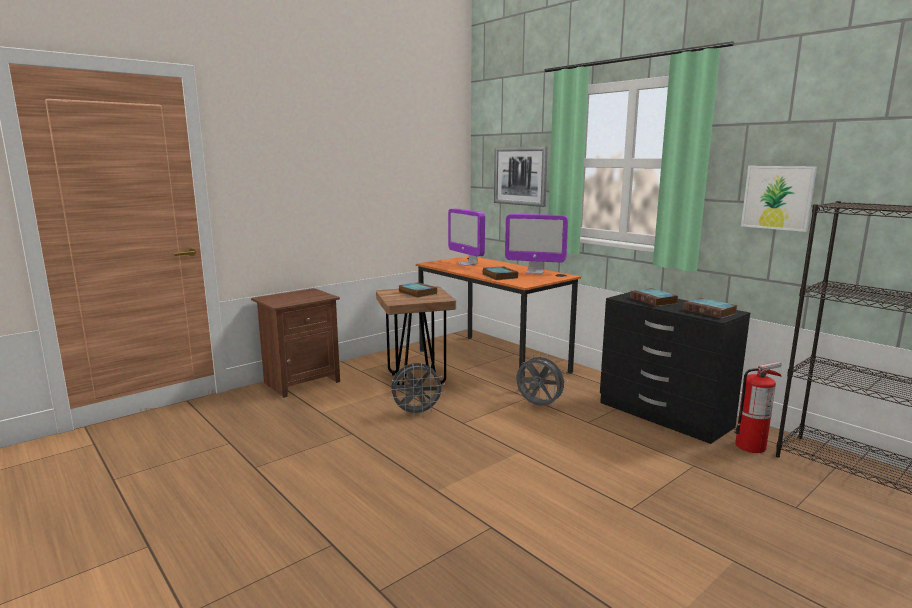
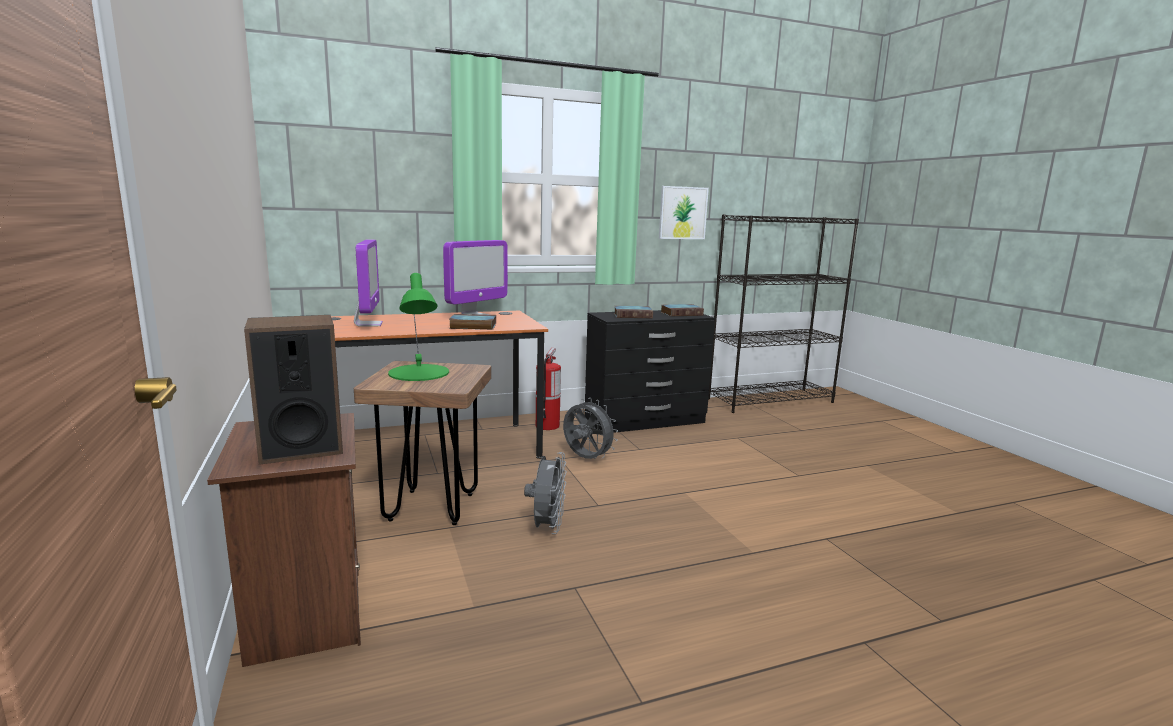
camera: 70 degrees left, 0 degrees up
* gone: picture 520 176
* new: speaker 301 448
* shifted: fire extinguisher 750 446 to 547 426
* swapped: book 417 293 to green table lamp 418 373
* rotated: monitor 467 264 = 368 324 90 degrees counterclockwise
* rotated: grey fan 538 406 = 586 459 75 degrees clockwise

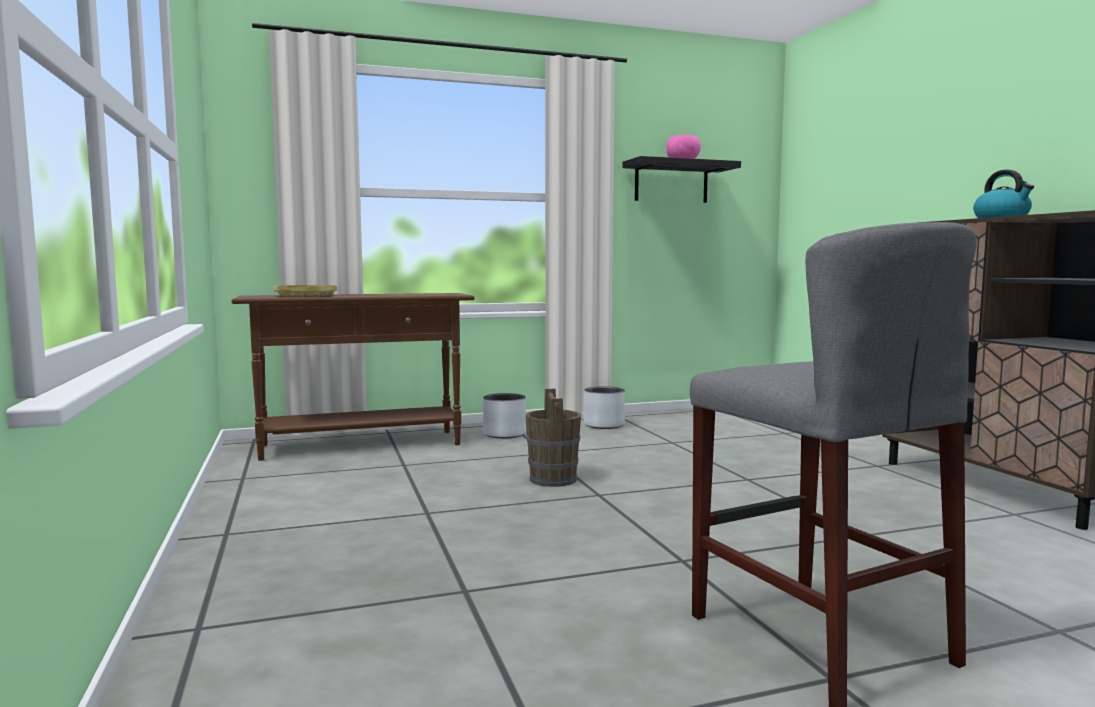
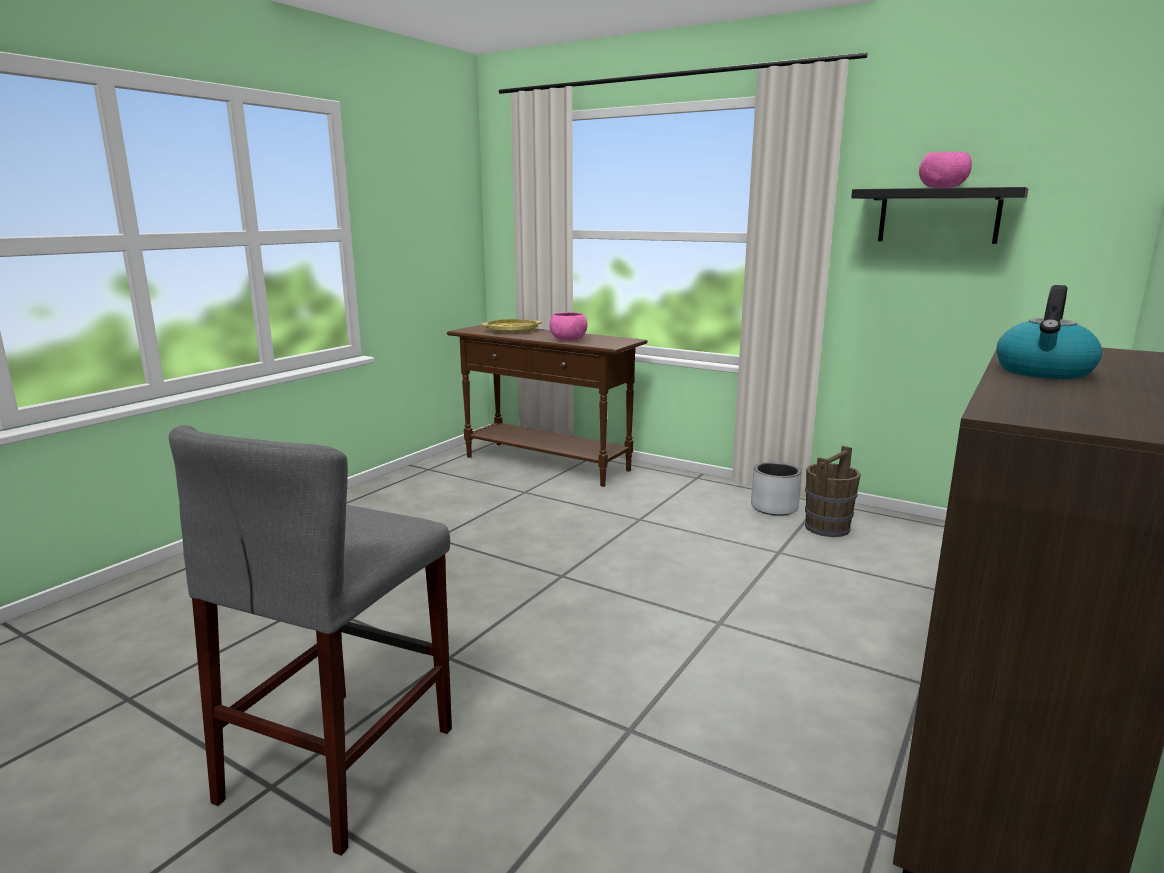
camera: 50 degrees right, 10 degrees up
* gone: grey planter 504 434
* new: pink bowl 568 340
* shifted: brown bucket 553 479 to 827 528

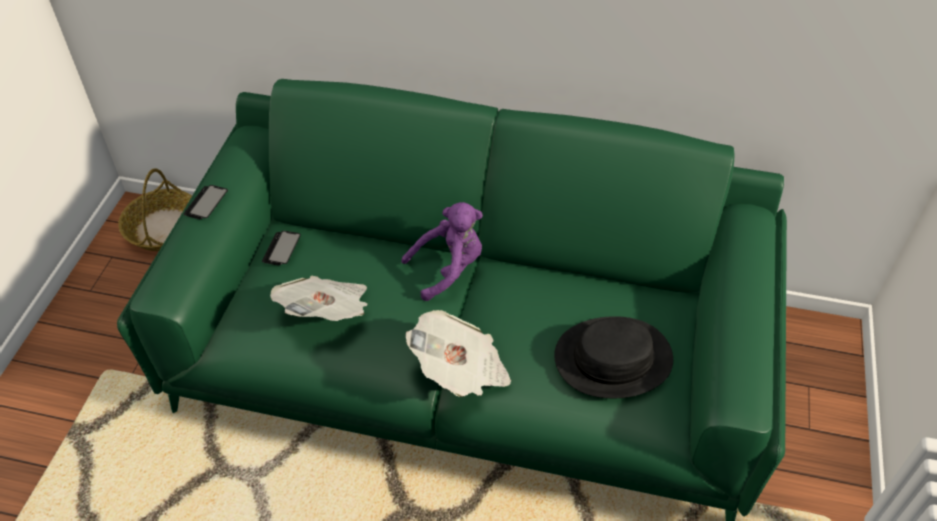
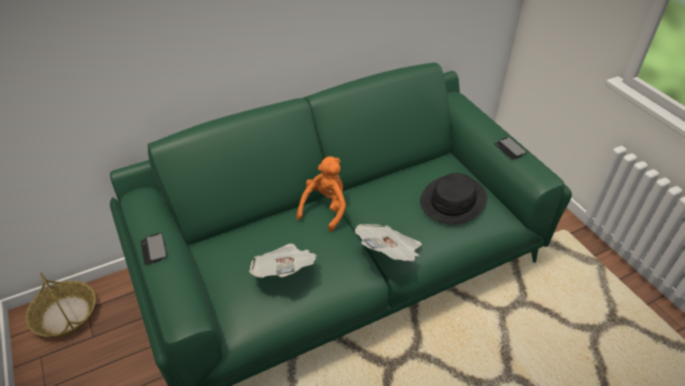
camera: 40 degrees left, 5 degrees down
* shifted: phone 281 249 to 510 149
* repainted: purple plush toy 448 269 to orange plush toy 325 208

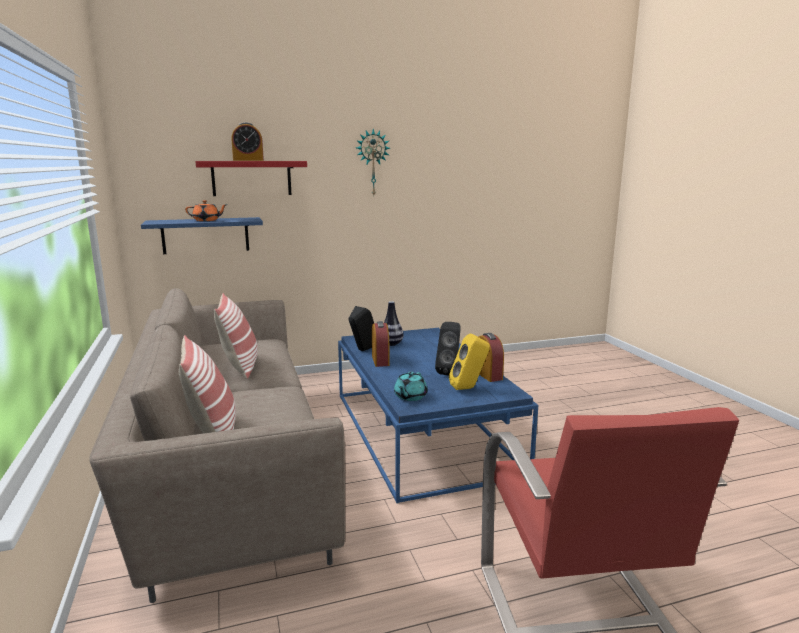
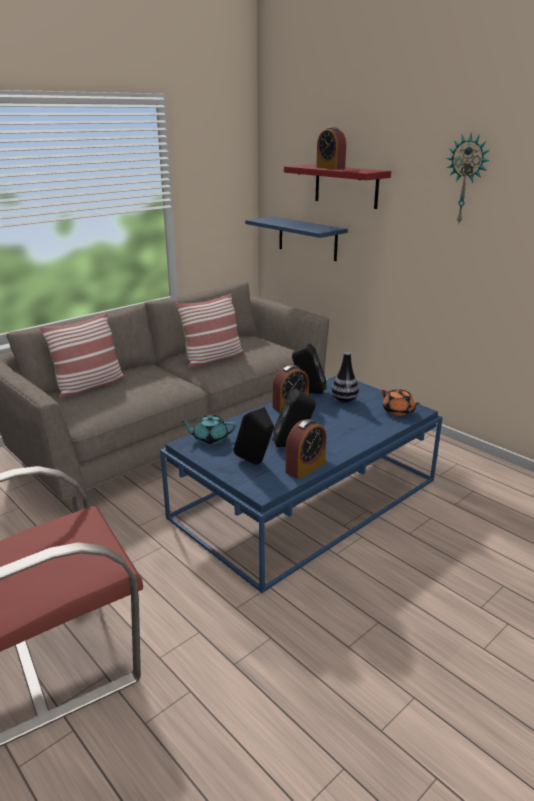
camera: 65 degrees right, 10 degrees up
* shifted: orange teapot 207 220 to 398 411
* repainted: yellow speaker 469 388 to black speaker 256 464

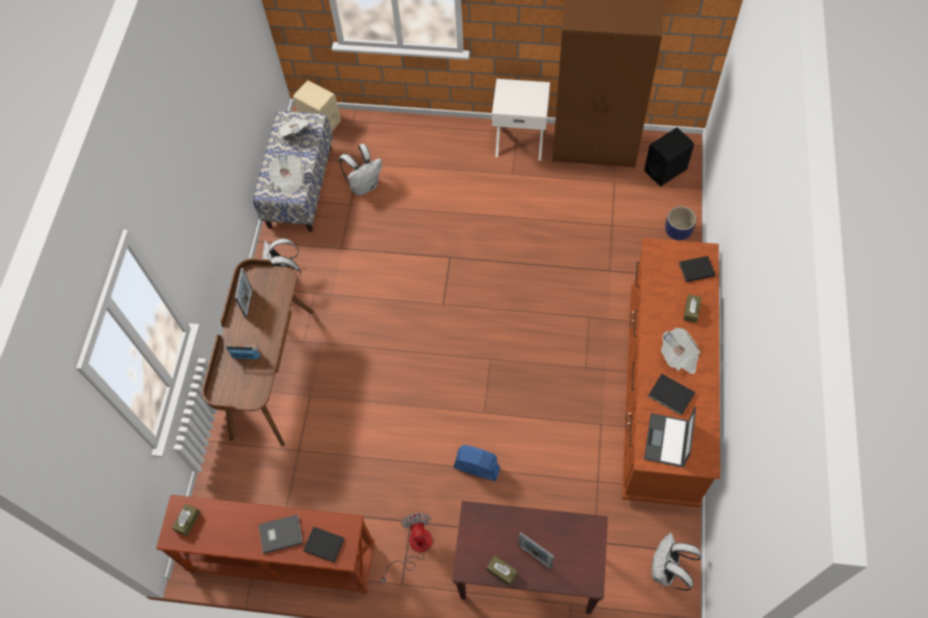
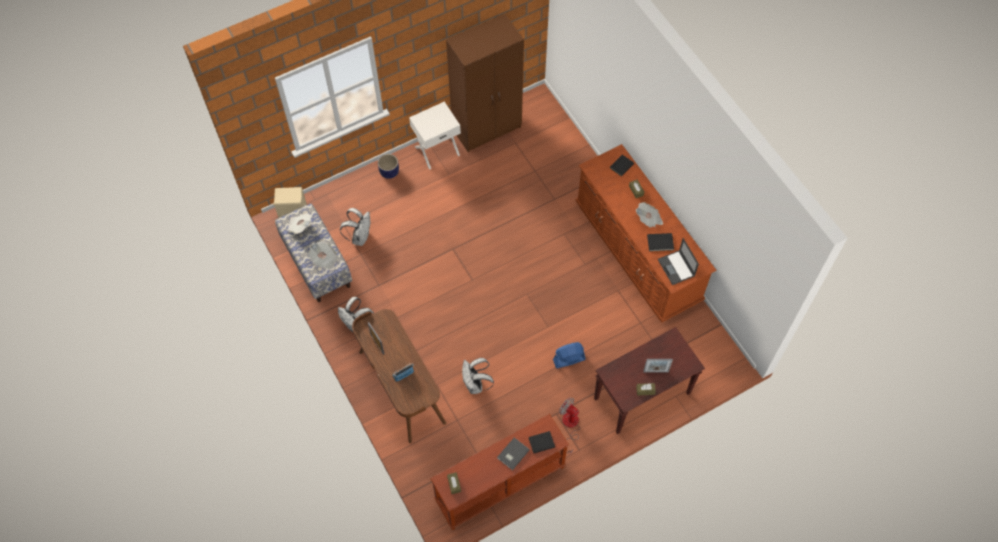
camera: 40 degrees left, 0 degrees up
* gone: black speaker 665 170
* shifted: white backpack 666 570 to 475 385
* shifted: planter 678 231 to 389 172

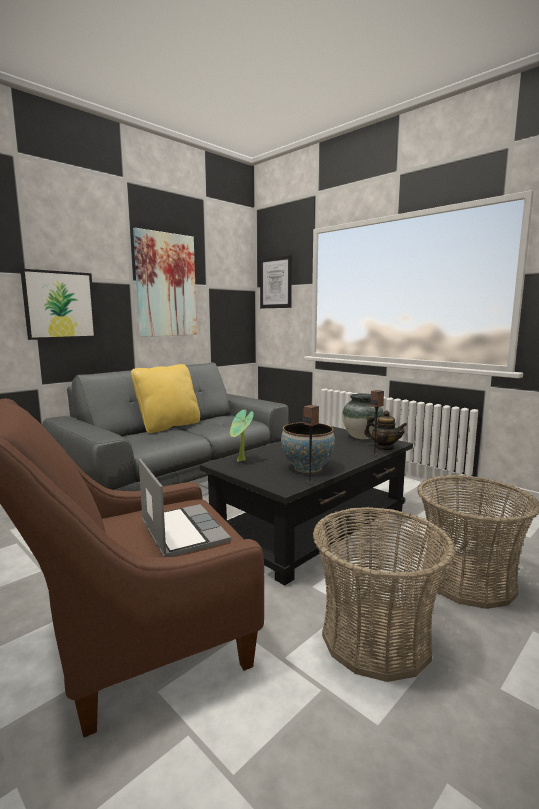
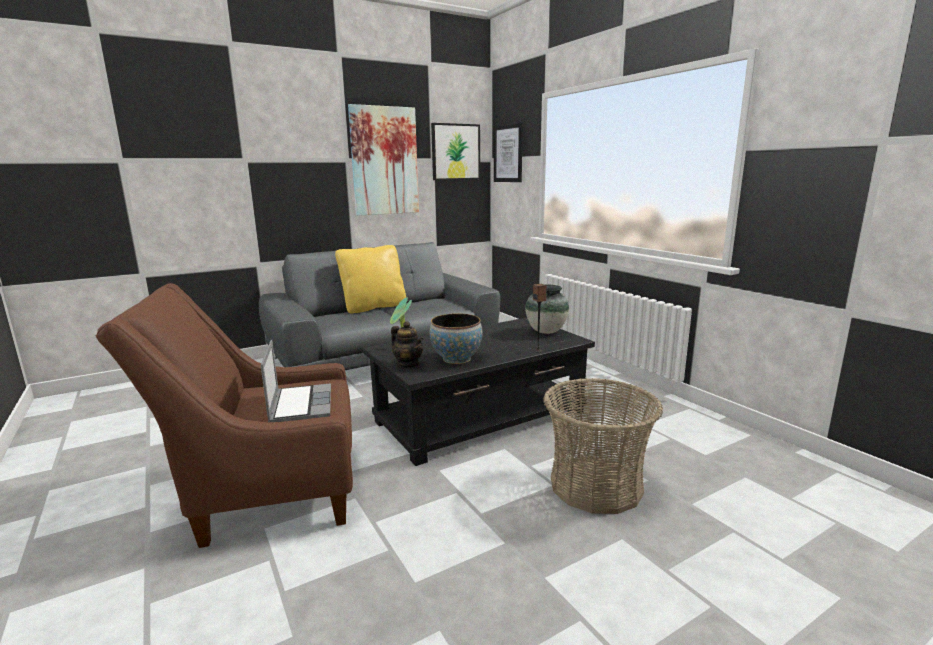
camera: 15 degrees right, 5 degrees up
* gone: speaker 310 482
* gone: basket 375 638
* shifted: picture 59 305 to 455 152
* shifted: teapot 384 448 to 408 364

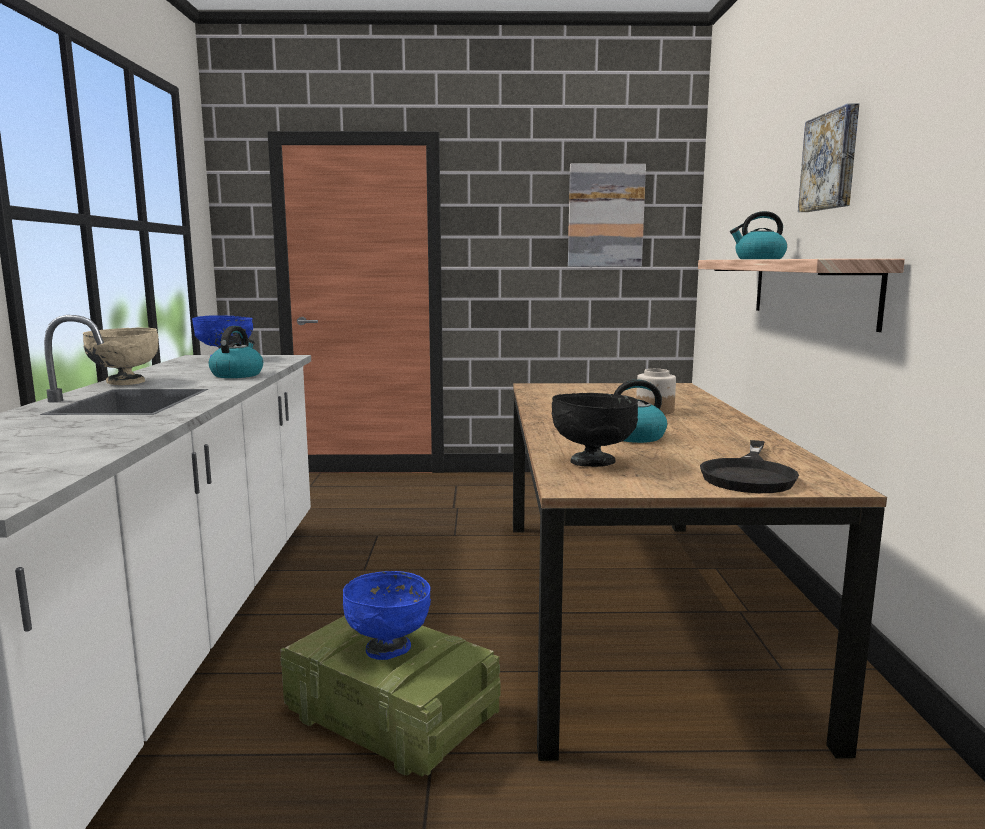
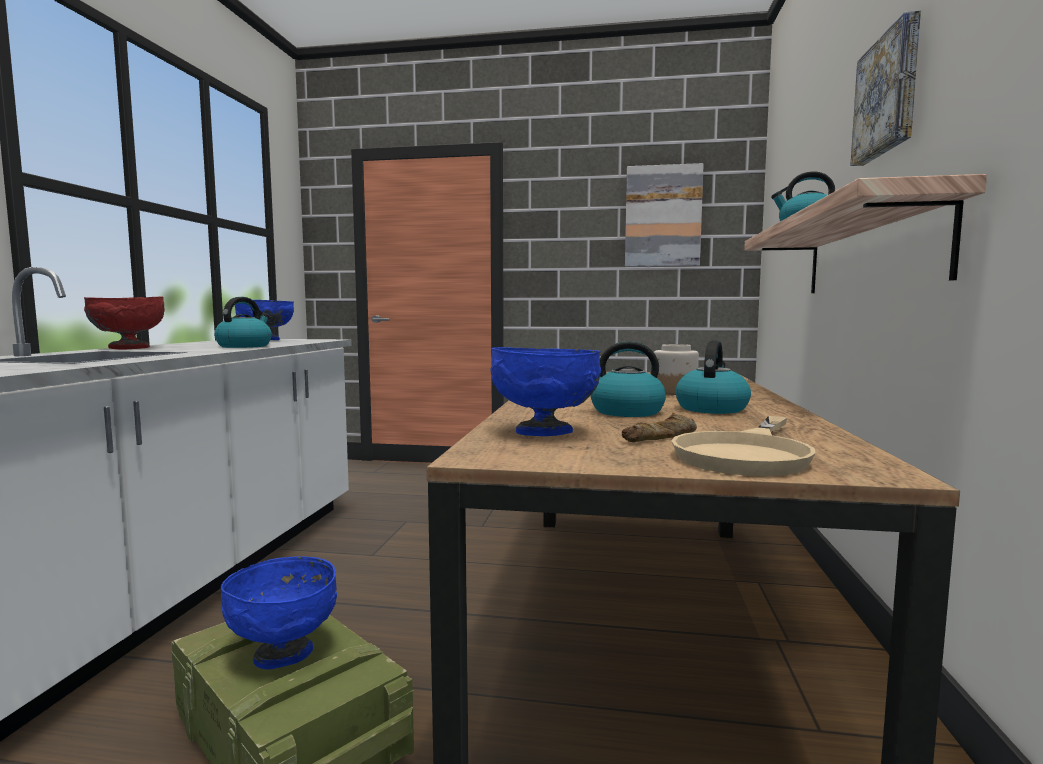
camera: 10 degrees right, 5 degrees down
* new: bread 662 437
* new: kettle 711 408
* repainted: beige bowl 125 382 to red bowl 128 348
* repainted: black bowl 593 462 to blue bowl 545 433
* repainted: black frying pan 749 475 to beige frying pan 747 453

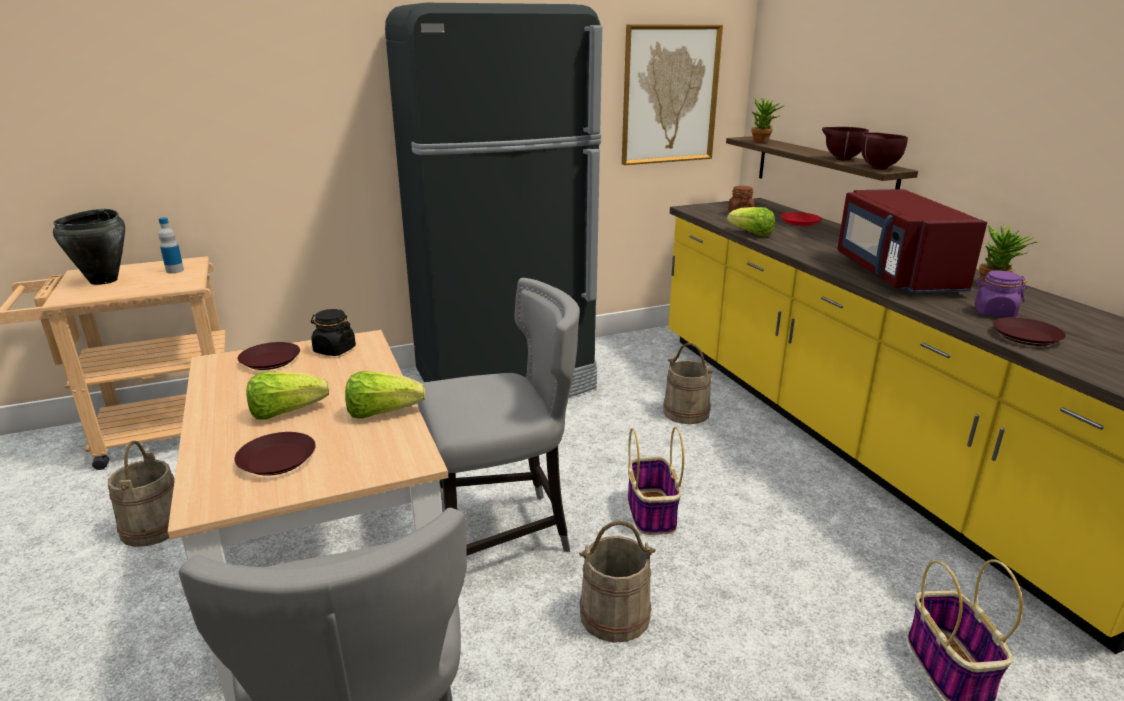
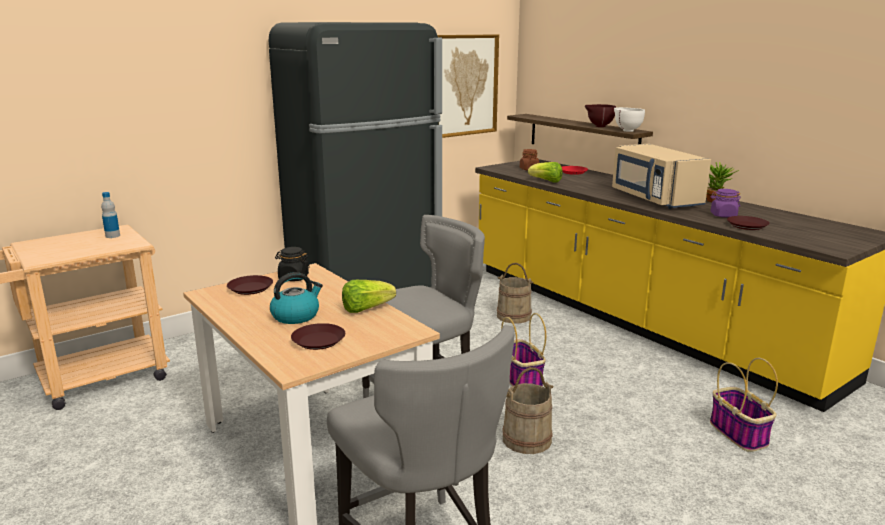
camera: 15 degrees left, 5 degrees down
* gone: black cooking pot 104 280
* gone: beige bucket 154 527
* gone: potted plant 763 142
* swapped: lettuce 286 412 to kettle 296 316
* repainted: red microwave 895 274 to beige microwave 654 199
* repainted: brown bowl 877 168 to white bowl 627 130

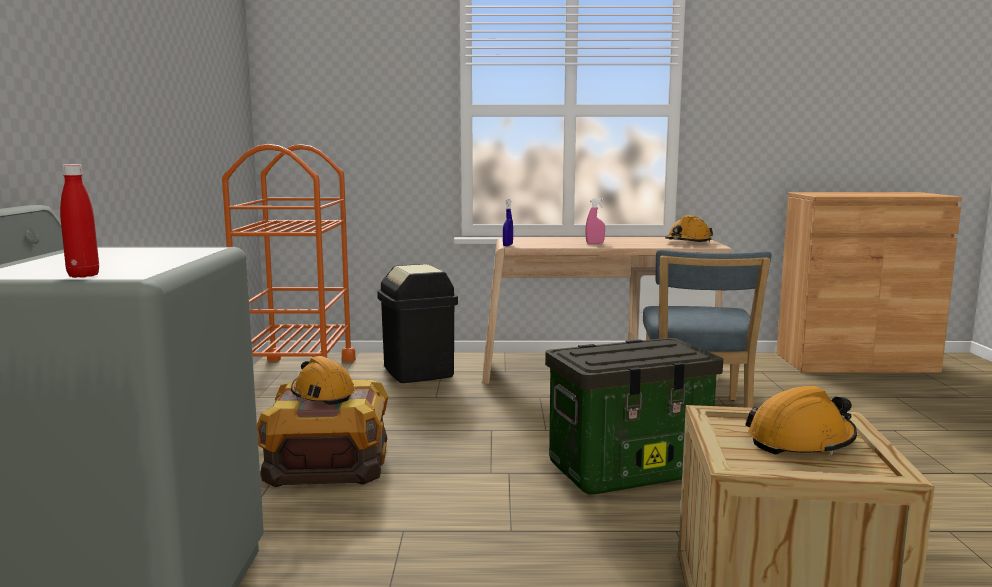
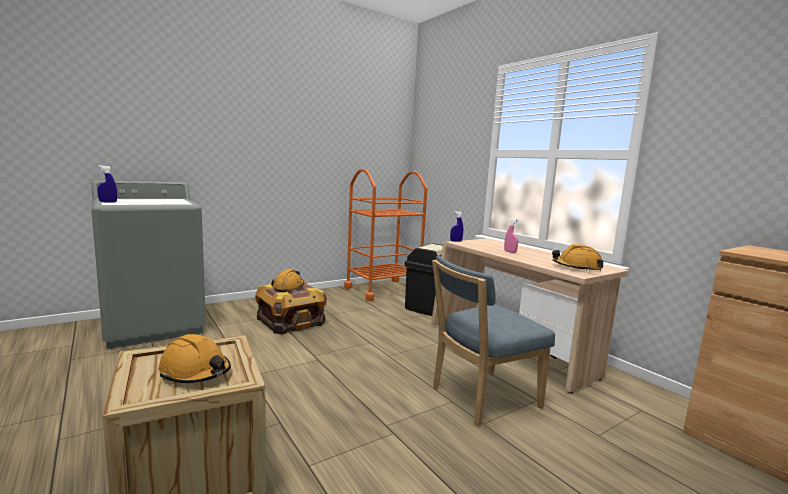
camera: 55 degrees right, 0 degrees up
* gone: storage box 629 469
* swapped: red bottle 83 275 to blue spray bottle 108 202

